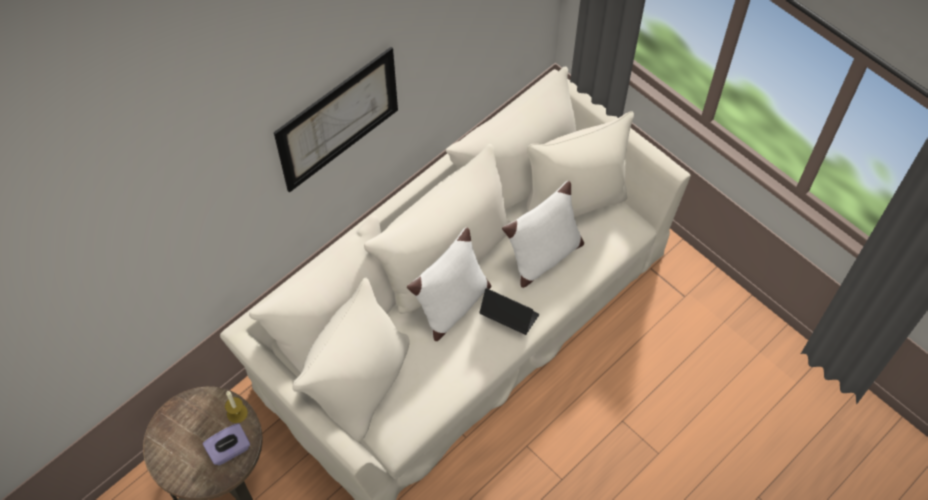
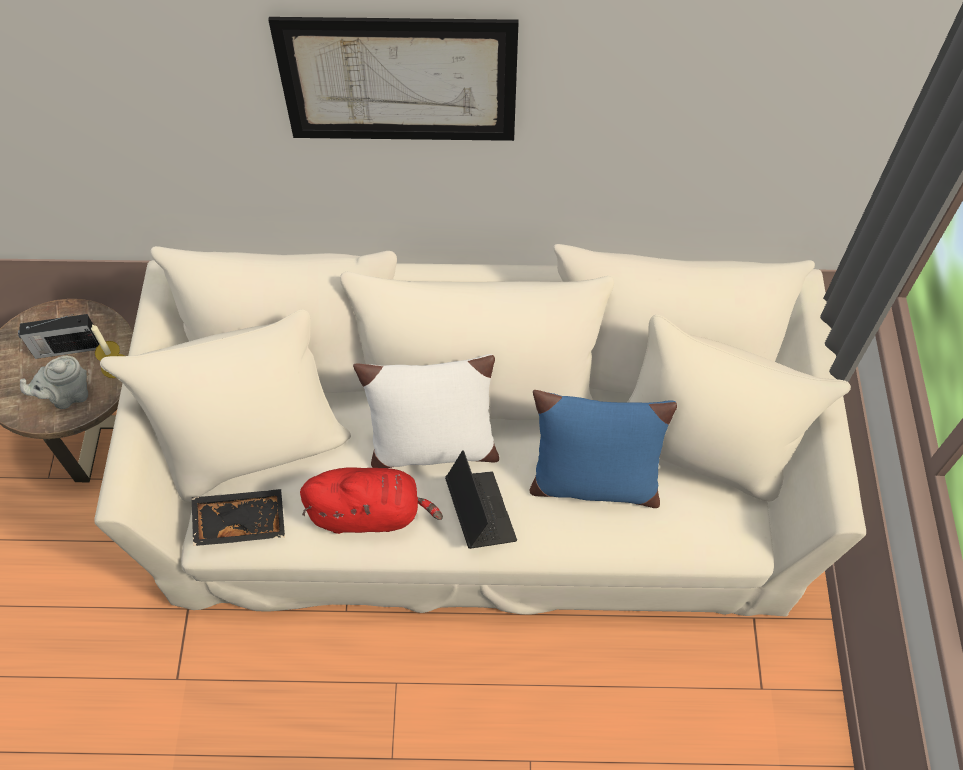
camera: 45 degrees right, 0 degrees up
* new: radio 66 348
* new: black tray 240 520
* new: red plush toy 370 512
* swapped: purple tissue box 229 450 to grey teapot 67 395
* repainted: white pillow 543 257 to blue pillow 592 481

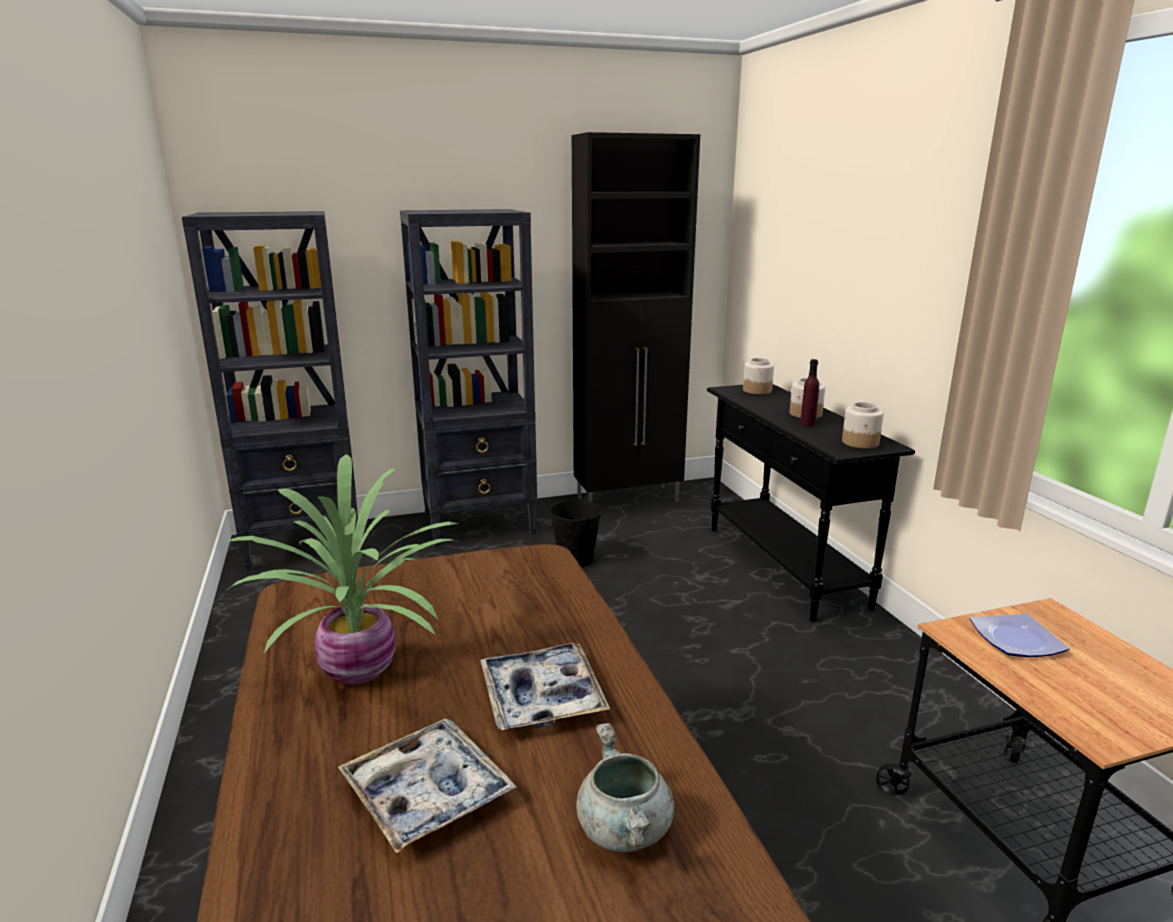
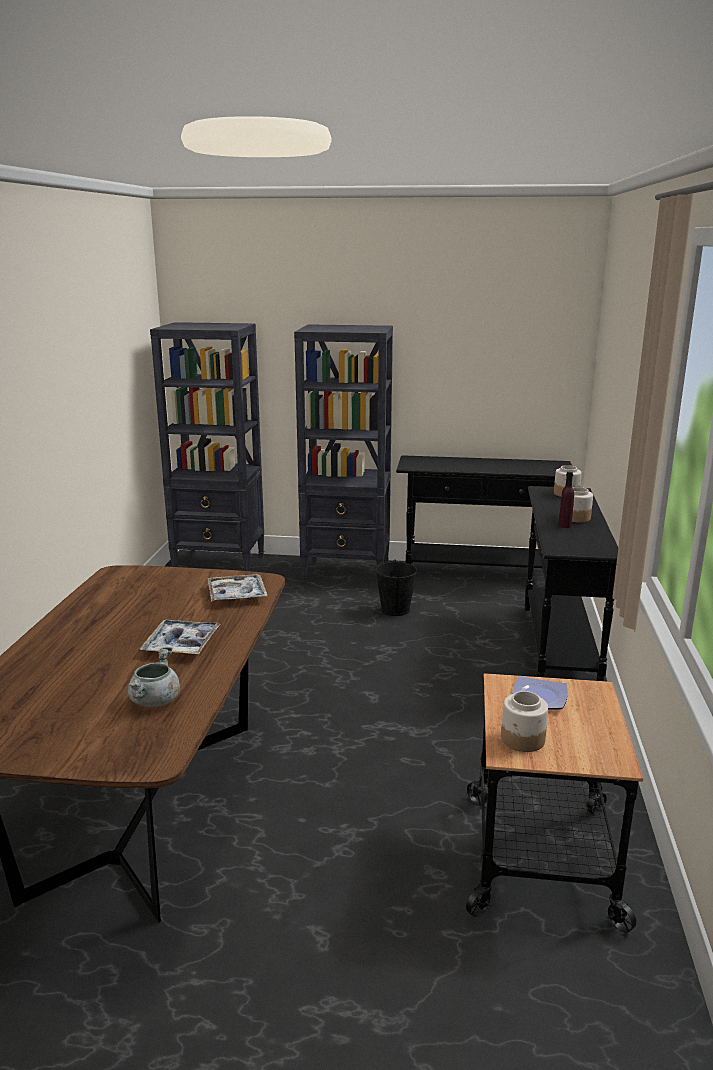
camera: 25 degrees right, 0 degrees up
* gone: potted plant 363 669
* shifted: tray 427 793 to 237 594
* shifted: jar 860 443 to 523 740
* swapped: black cabinet 629 499 to black console table 479 574

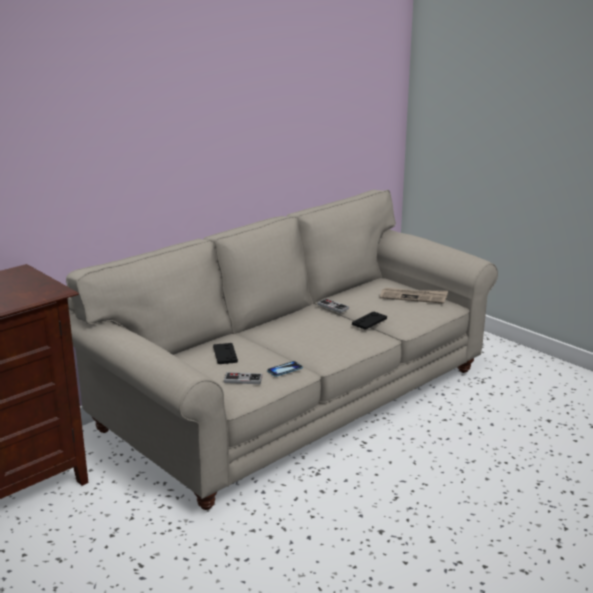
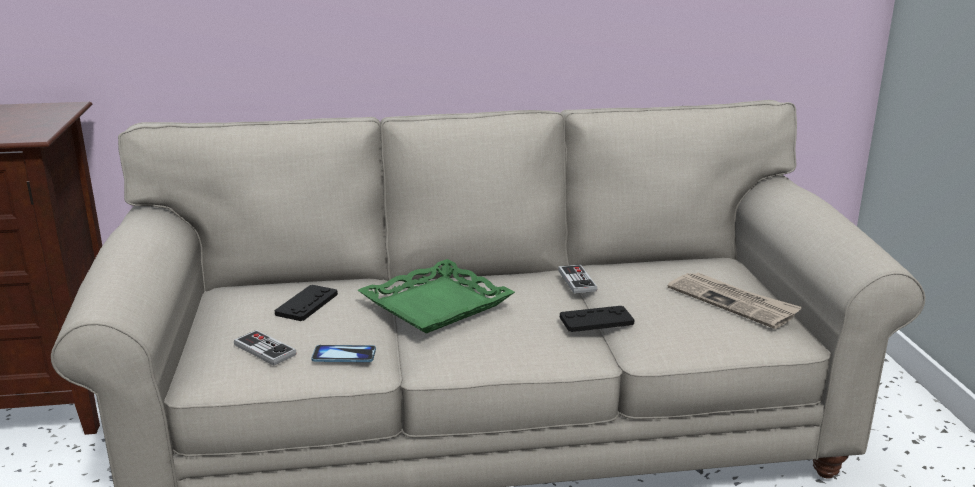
camera: 35 degrees right, 0 degrees up
* new: green tray 435 304

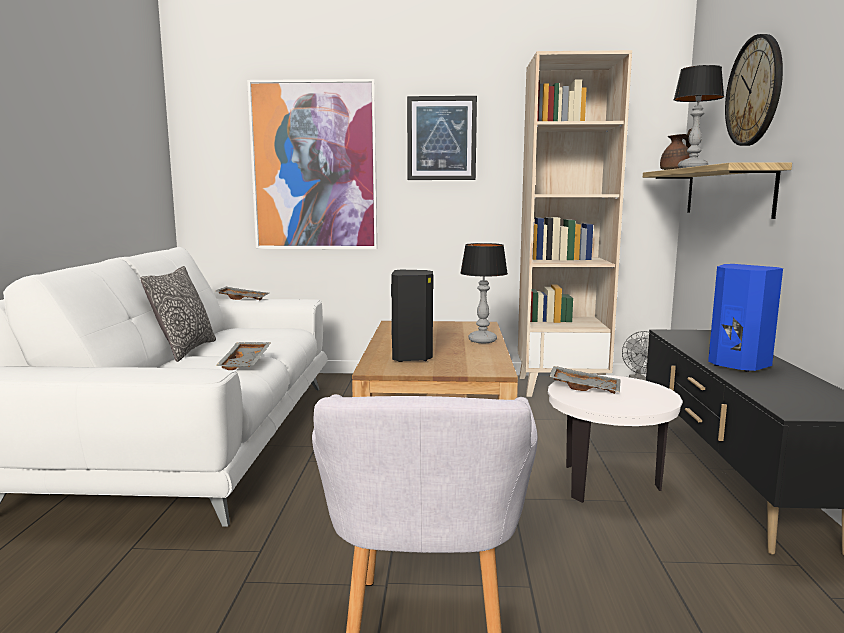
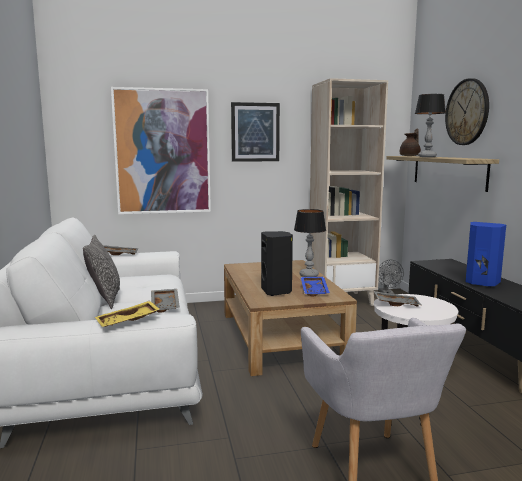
camera: 15 degrees left, 0 degrees up
* new: yellow tray 128 322
* new: blue tray 315 291

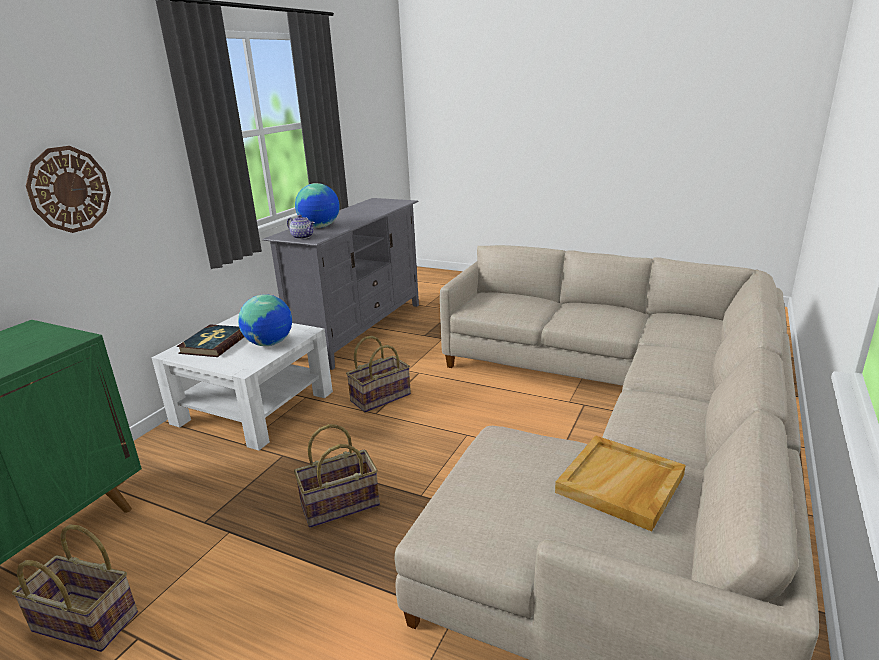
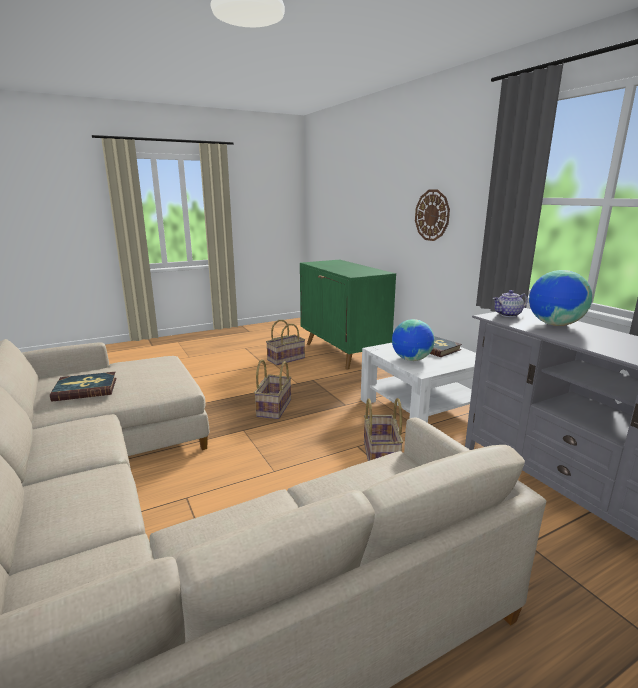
camera: 125 degrees right, 5 degrees down
* swapped: beige tray 620 485 to book 85 389

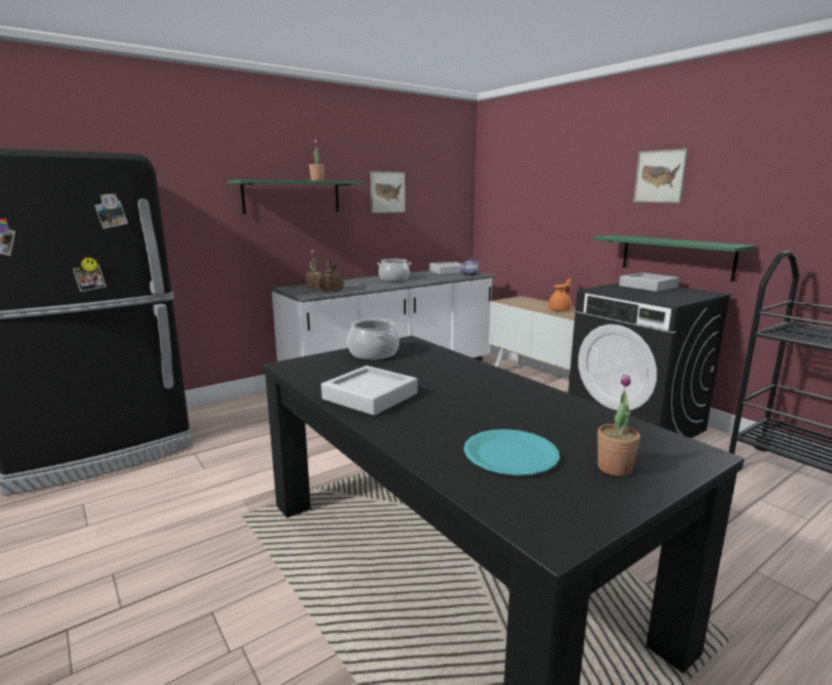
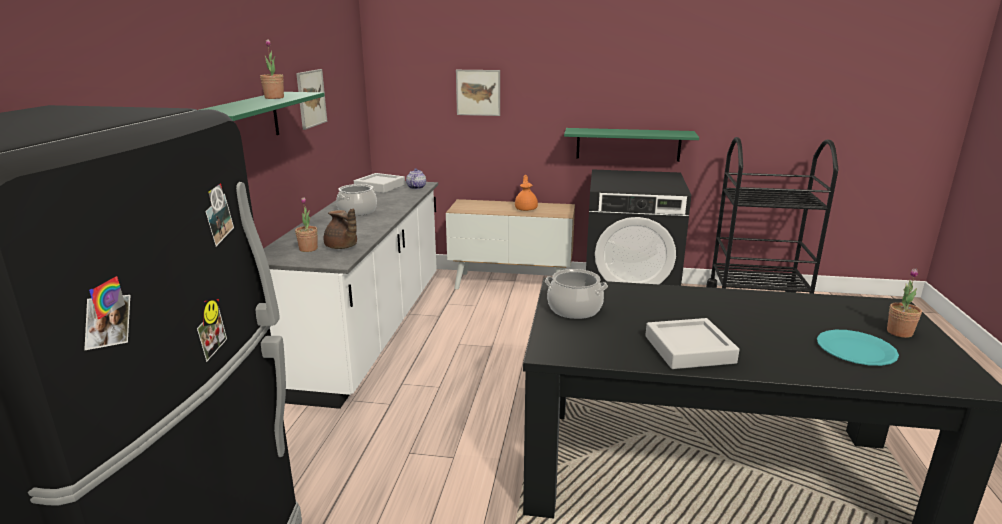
camera: 45 degrees left, 5 degrees up
* gone: grey tray 648 286
* shifted: picture 660 176 to 478 92

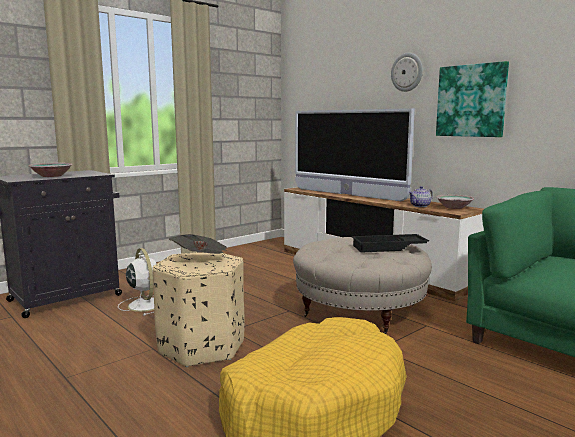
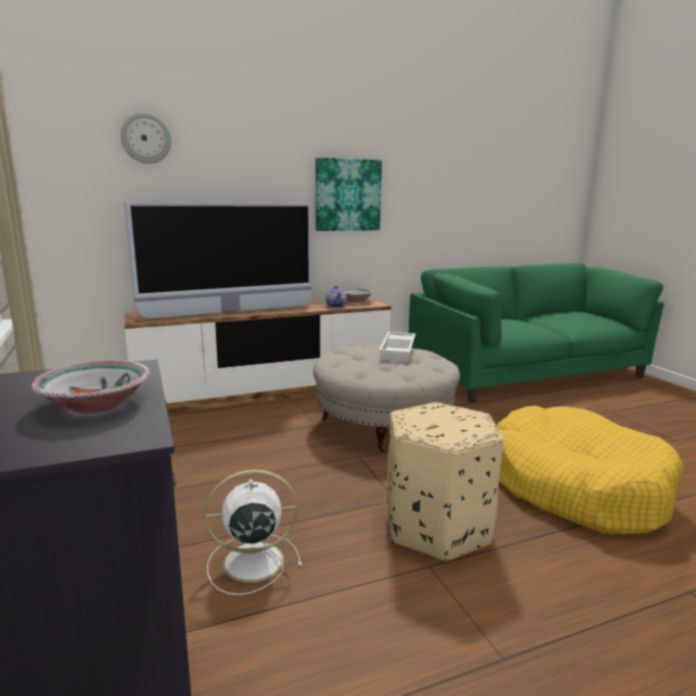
camera: 70 degrees left, 5 degrees up
* gone: newspaper 201 260
* shifted: wall clock 407 72 to 146 138
* repainted: black tray 389 248 to white tray 398 350

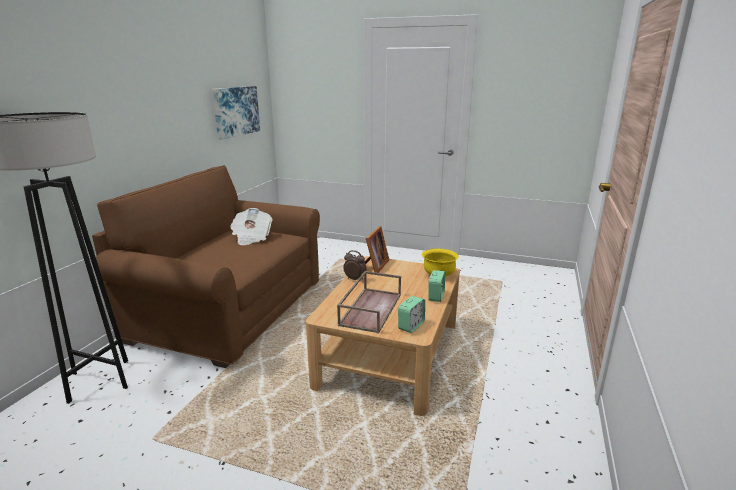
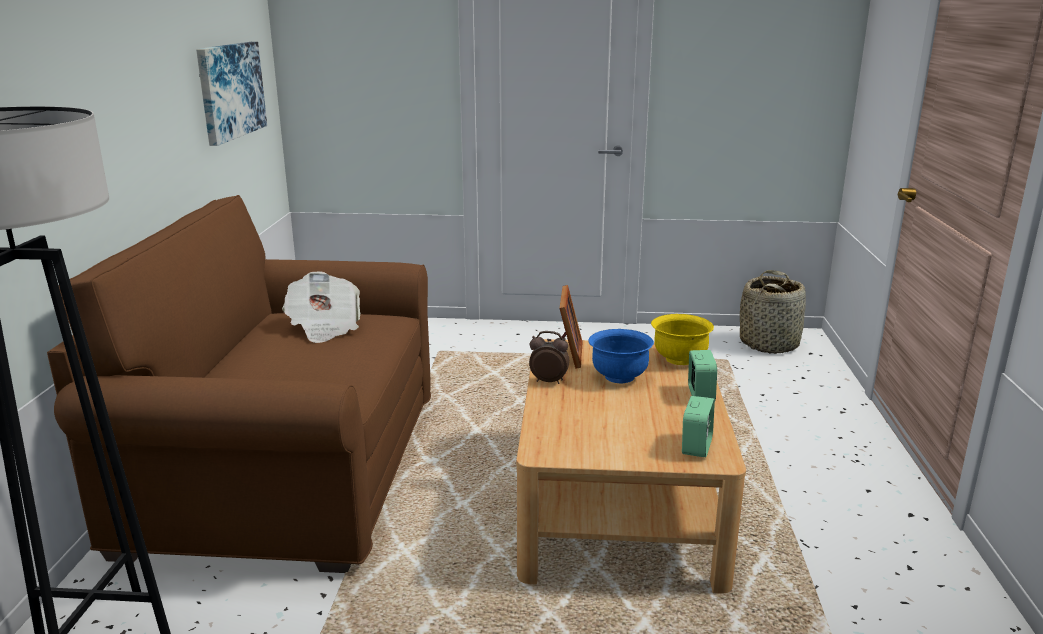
camera: 15 degrees left, 0 degrees up
* gone: brown tray 370 308
* new: blue bowl 619 376
* new: basket 769 343

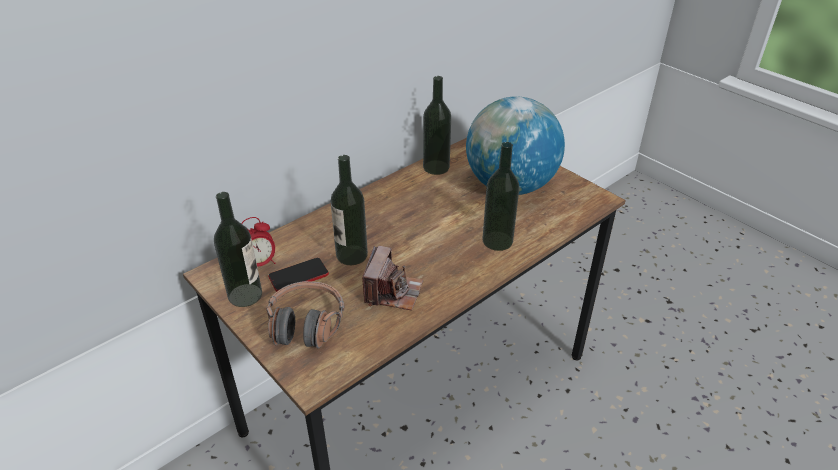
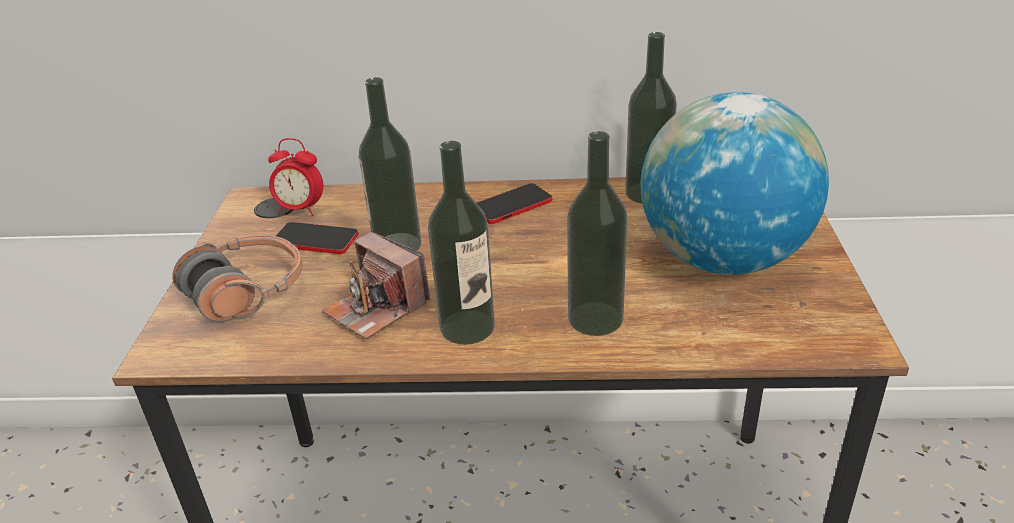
camera: 45 degrees right, 5 degrees down
* new: phone 512 205
* shifted: bottle 245 295 to 467 327
* rotated: photo camera 392 292 = 377 308 75 degrees clockwise

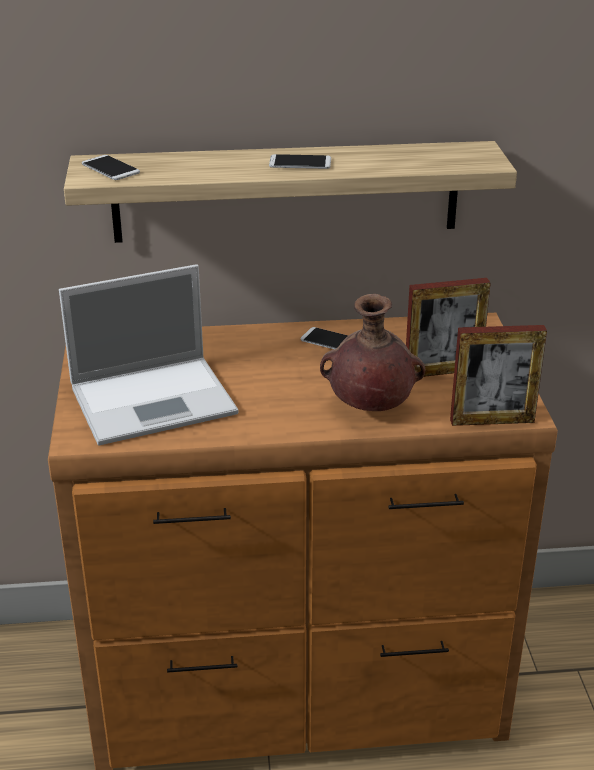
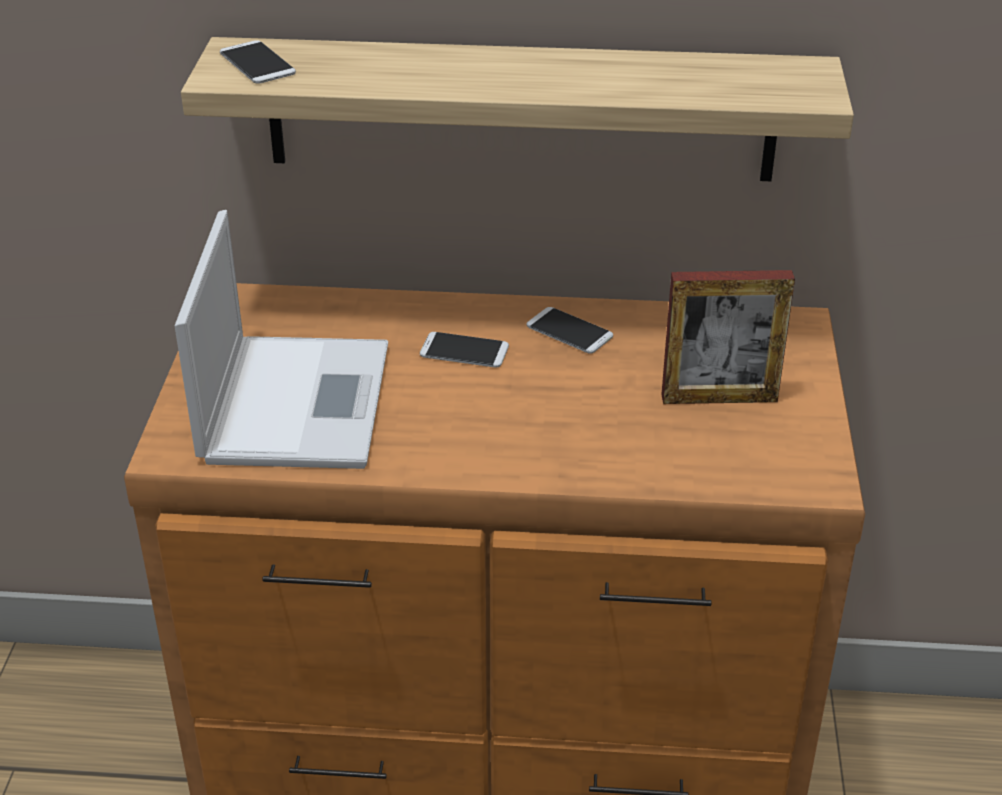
camera: 10 degrees right, 5 degrees up
* gone: brown vase 369 407
* gone: picture frame 492 421
* shifted: phone 300 163 to 464 351
* rotated: laptop 156 399 = 296 400 75 degrees counterclockwise

